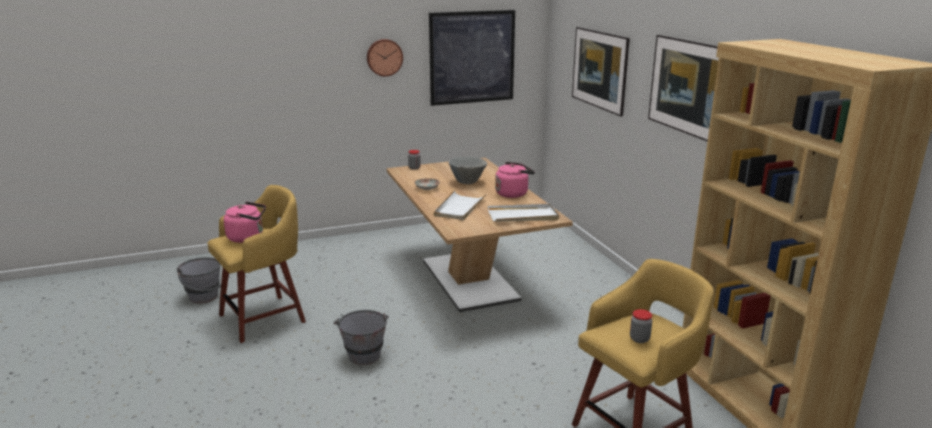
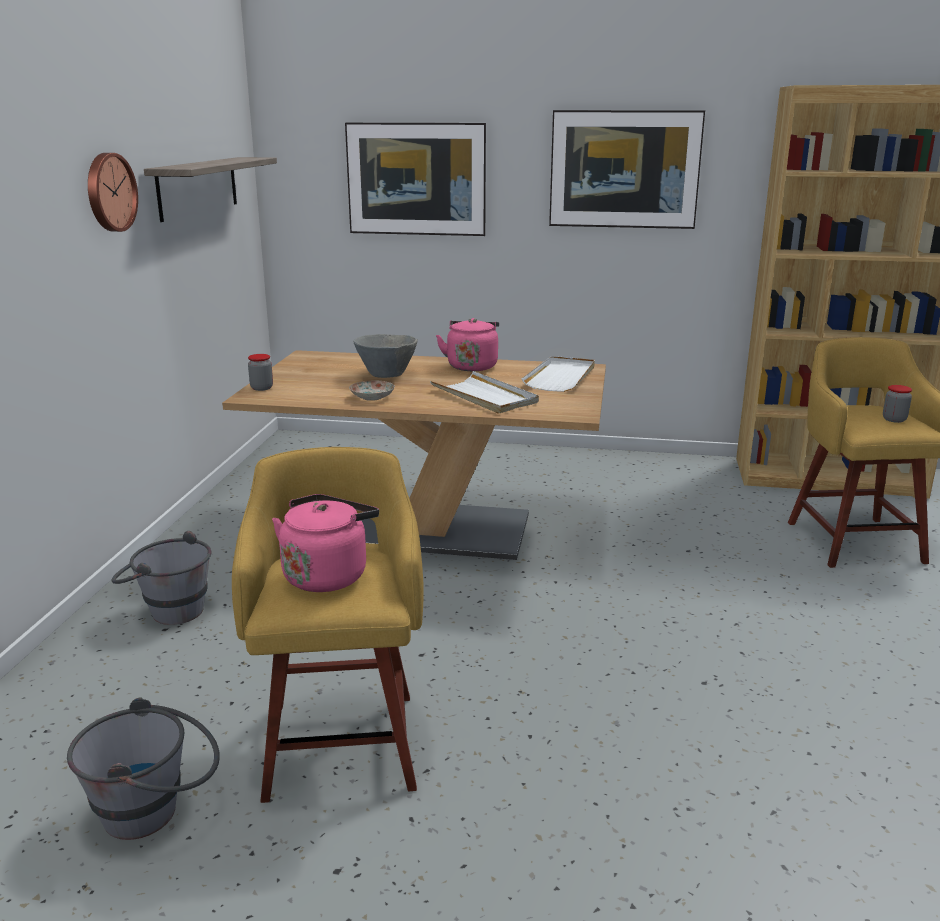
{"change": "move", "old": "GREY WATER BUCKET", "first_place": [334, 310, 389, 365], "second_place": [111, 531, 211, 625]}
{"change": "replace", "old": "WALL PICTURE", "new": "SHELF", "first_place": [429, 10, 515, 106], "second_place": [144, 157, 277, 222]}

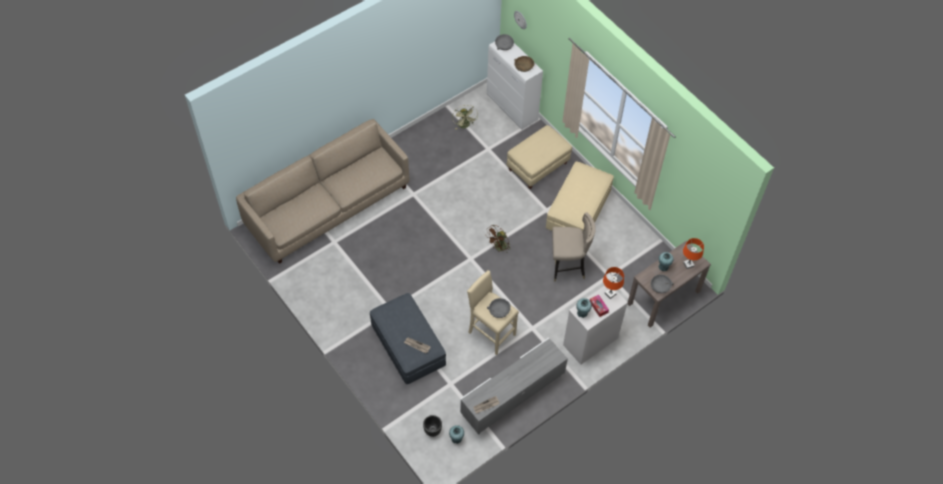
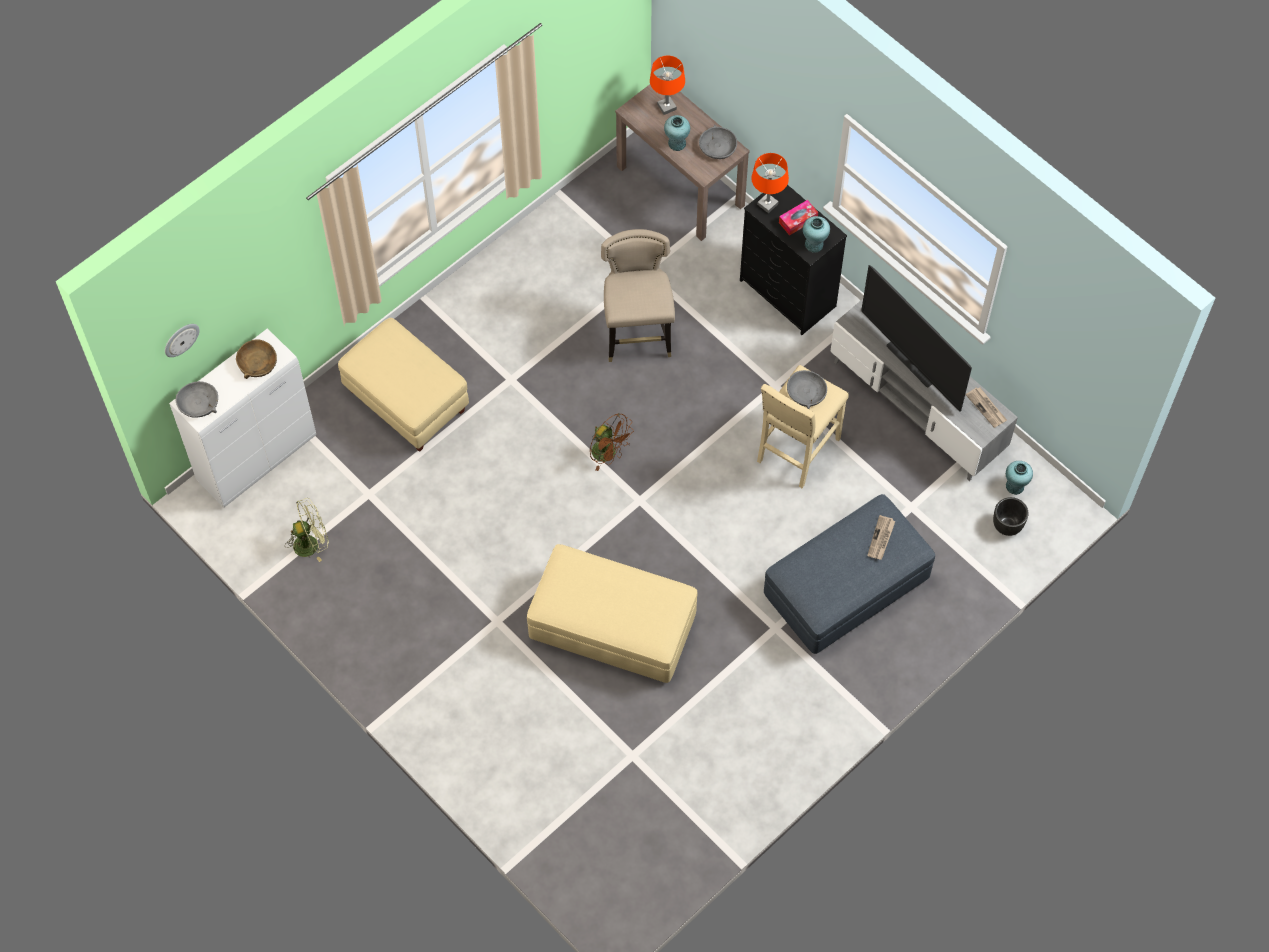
{"change": "delete", "old": "BEIGE-COLOURED SOFA", "first_place": [236, 119, 409, 264]}
{"change": "move", "old": "BEIGE-COLOURED OTTOMAN", "first_place": [546, 162, 614, 231], "second_place": [527, 544, 697, 683]}
{"change": "recolor", "old": "WHITISH DRESSER", "new": "BLACK DRESSER", "first_place": [563, 286, 628, 365], "second_place": [740, 185, 847, 335]}
{"change": "insert", "new": "TV", "second_place": [861, 265, 972, 412]}

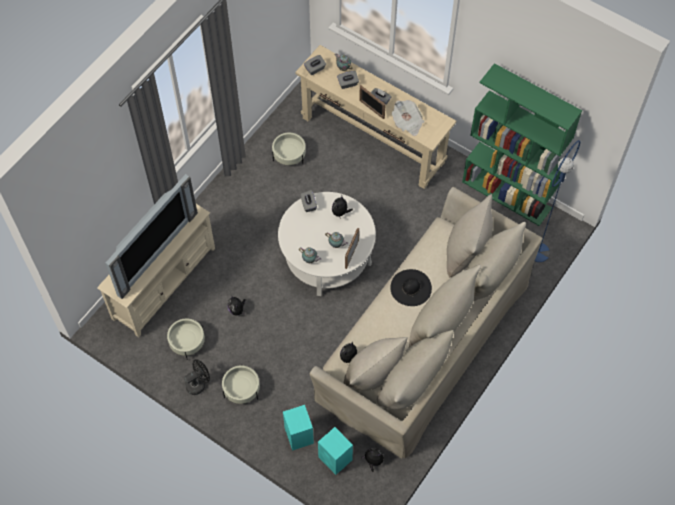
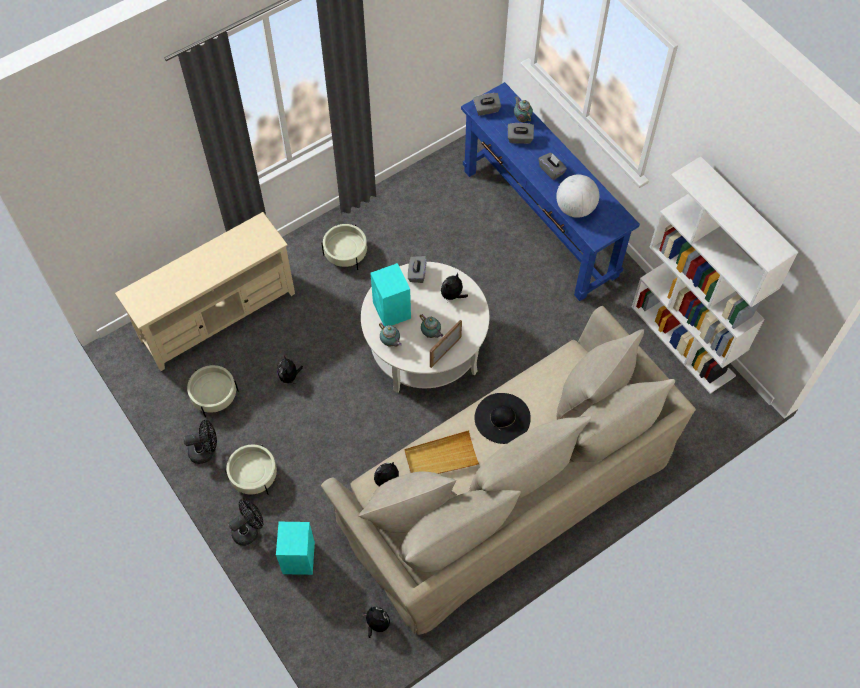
{"change": "delete", "old": "TV", "first_place": [105, 174, 198, 299]}
{"change": "move", "old": "BEIGE-COLOURED PLANTER", "first_place": [272, 132, 306, 165], "second_place": [321, 224, 367, 270]}
{"change": "recolor", "old": "BEIGE-COLOURED NARROW TABLE", "new": "BLUISH NARROW TABLE", "first_place": [296, 45, 456, 189], "second_place": [461, 82, 640, 301]}
{"change": "move", "old": "TURQUOISE LOUDSPEAKER", "first_place": [318, 427, 353, 475], "second_place": [370, 263, 411, 326]}
{"change": "delete", "old": "PHOTO FRAME", "first_place": [359, 85, 386, 119]}
{"change": "replace", "old": "PRINTED PAPER", "new": "DESK GLOBE", "first_place": [392, 100, 424, 136], "second_place": [556, 175, 599, 218]}
{"change": "recolor", "old": "GREEN-COLOURED SHELVING UNIT", "new": "WHITISH SHELVING UNIT", "first_place": [462, 63, 582, 226], "second_place": [631, 157, 798, 394]}
{"change": "delete", "old": "BLUISH STANDARD LAMP", "first_place": [535, 140, 580, 262]}
{"change": "insert", "new": "BLACK ELECTRIC FAN", "second_place": [229, 498, 263, 546]}
{"change": "insert", "new": "BEIGE-COLOURED CARRYING TRAY", "second_place": [404, 430, 479, 474]}

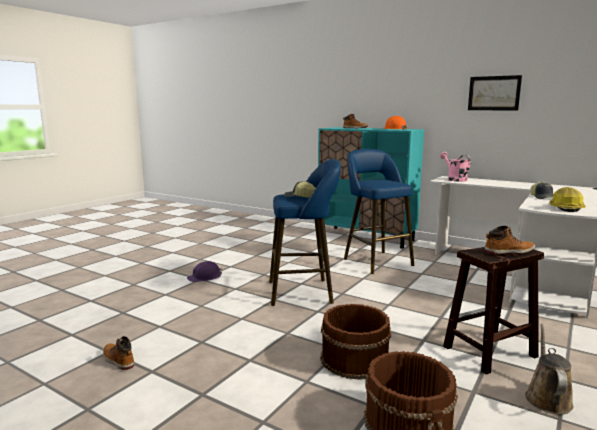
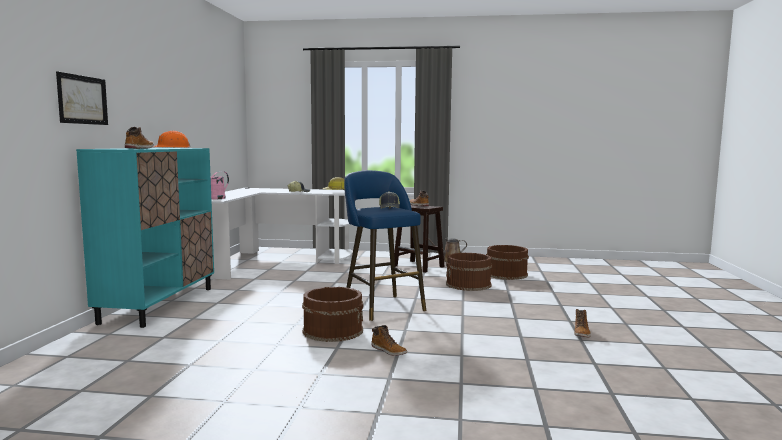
{"change": "replace", "old": "PURPLE-COLOURED WORK HELMET", "new": "HIGH-TOP BOOT", "first_place": [187, 261, 222, 282], "second_place": [371, 325, 407, 356]}
{"change": "delete", "old": "BLUISH STOOL", "first_place": [344, 149, 414, 274]}
{"change": "move", "old": "WALL PICTURE", "first_place": [468, 75, 522, 110], "second_place": [56, 72, 108, 125]}
{"change": "insert", "new": "BROWN WATER BUCKET", "second_place": [302, 287, 363, 342]}

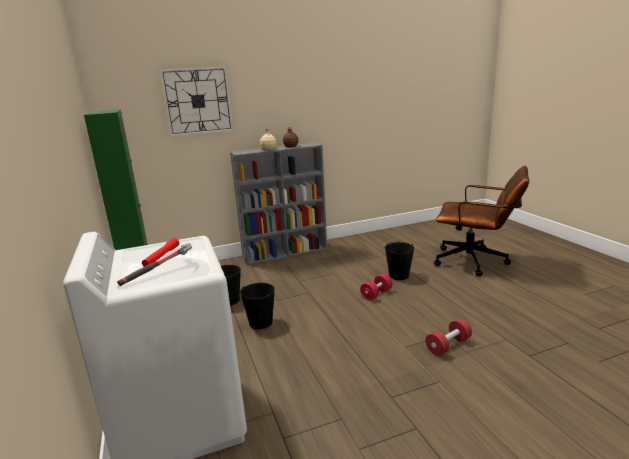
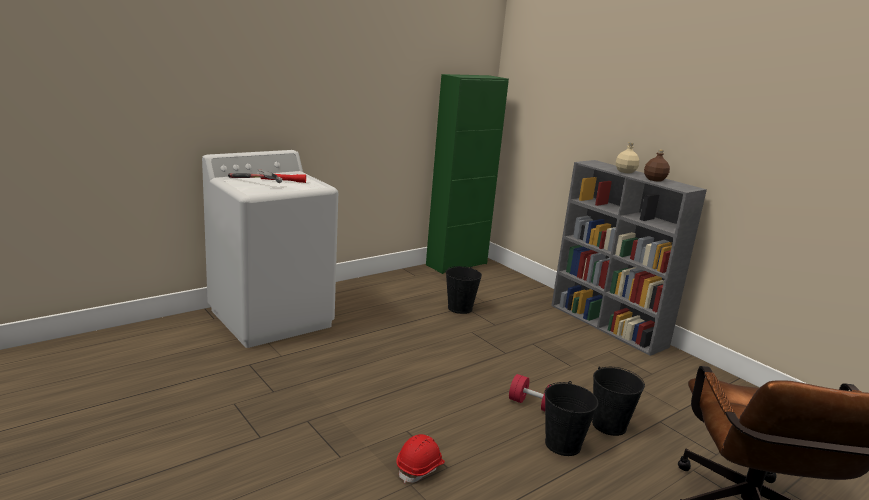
{"change": "delete", "old": "HANGING CLOCK", "first_place": [159, 66, 234, 137]}
{"change": "move", "old": "BLACK WATER BUCKET", "first_place": [240, 283, 275, 329], "second_place": [544, 381, 598, 456]}
{"change": "replace", "old": "RED HAND WEIGHT", "new": "RED WORK HELMET", "first_place": [426, 318, 472, 356], "second_place": [396, 434, 445, 483]}

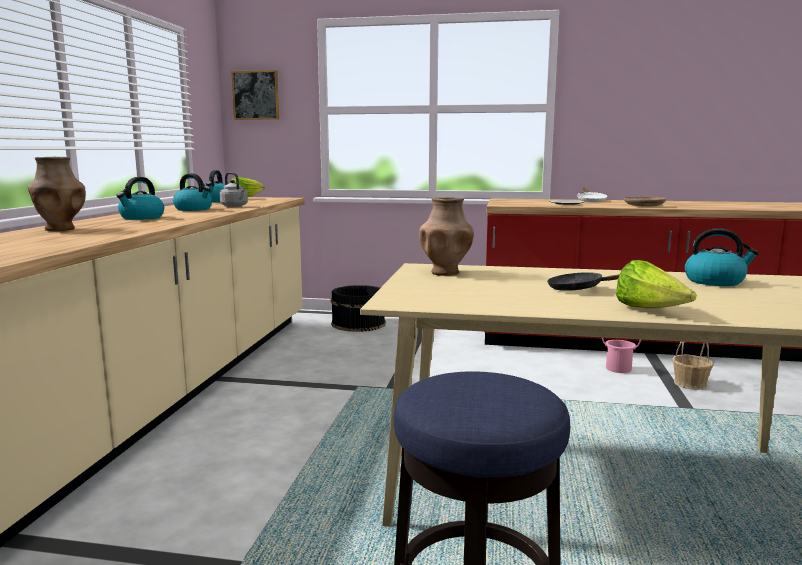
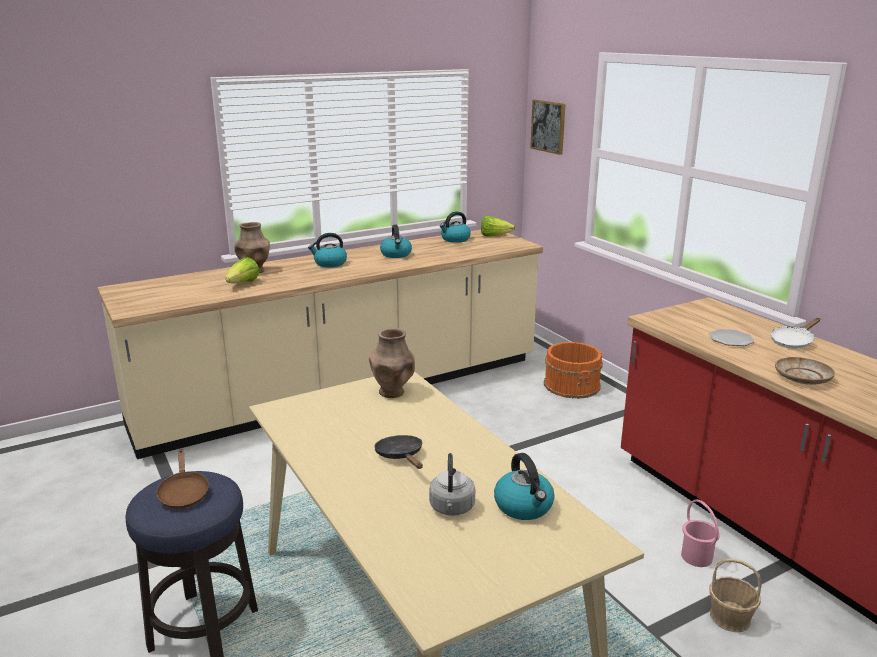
{"change": "move", "old": "GREY TEA KETTLE", "first_place": [219, 172, 248, 207], "second_place": [429, 453, 475, 516]}
{"change": "recolor", "old": "BLACK WATER BUCKET", "new": "ORANGE WATER BUCKET", "first_place": [331, 285, 386, 332], "second_place": [544, 342, 603, 399]}
{"change": "move", "old": "LETTUCE", "first_place": [616, 260, 696, 309], "second_place": [226, 257, 260, 283]}
{"change": "insert", "new": "BROWN FRYING PAN", "second_place": [156, 449, 210, 509]}

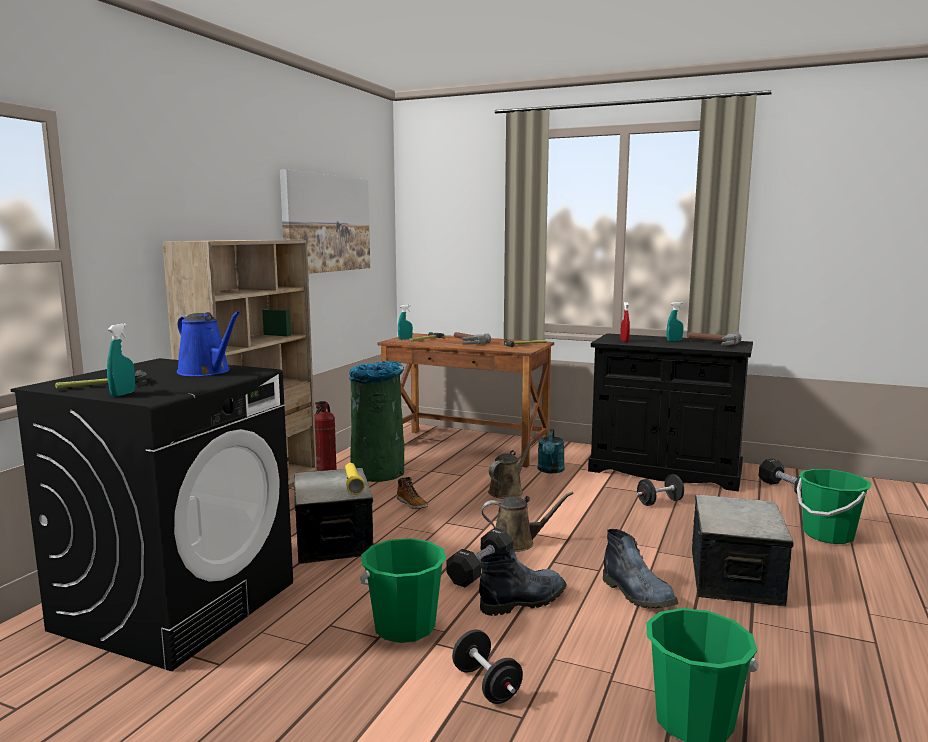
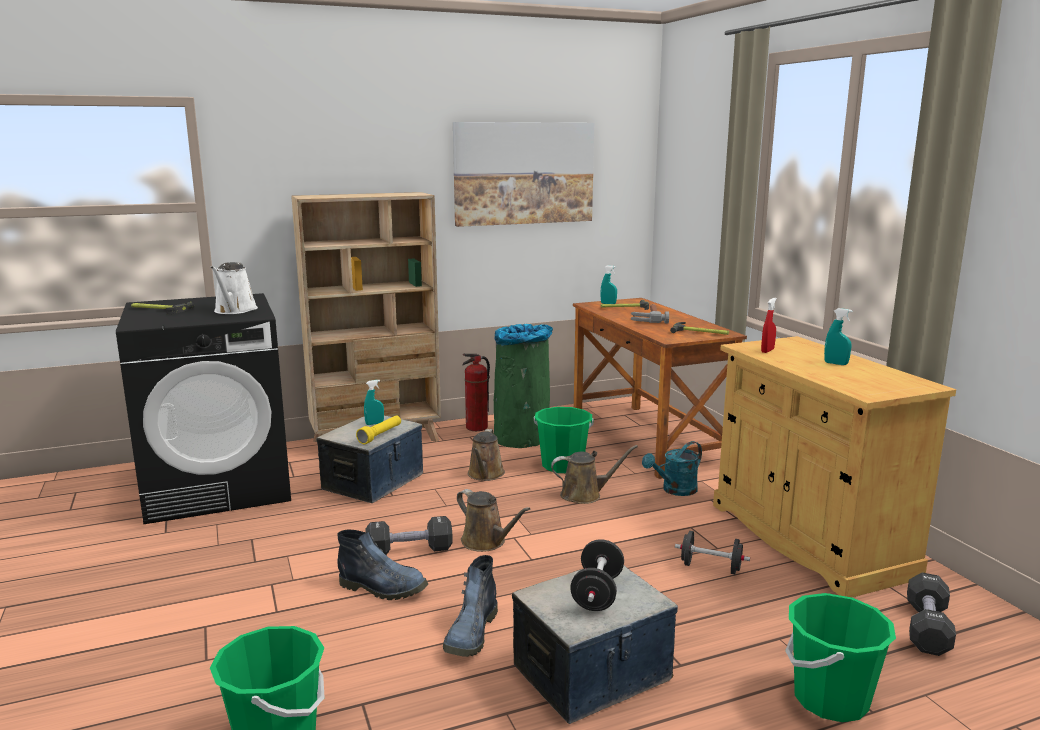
{"change": "move", "old": "TURQUOISE HAND SPRAYER", "first_place": [107, 323, 135, 397], "second_place": [364, 380, 384, 425]}
{"change": "recolor", "old": "BLUISH WATERING CAN", "new": "WHITISH WATERING CAN", "first_place": [177, 311, 240, 376], "second_place": [211, 262, 258, 314]}
{"change": "move", "old": "GREEN-COLOURED WATER BUCKET", "first_place": [360, 538, 446, 643], "second_place": [534, 407, 594, 473]}
{"change": "replace", "old": "HIGH-TOP BOOT", "new": "BROWN WATERING CAN", "first_place": [397, 477, 428, 509], "second_place": [468, 429, 505, 481]}
{"change": "move", "old": "BLACK HAND WEIGHT", "first_place": [452, 630, 523, 704], "second_place": [570, 539, 624, 611]}
{"change": "recolor", "old": "BLACK CUPBOARD", "new": "BEIGE-COLOURED CUPBOARD", "first_place": [588, 333, 753, 492], "second_place": [713, 336, 956, 597]}
{"change": "delete", "old": "HAMMER", "first_place": [688, 332, 742, 346]}

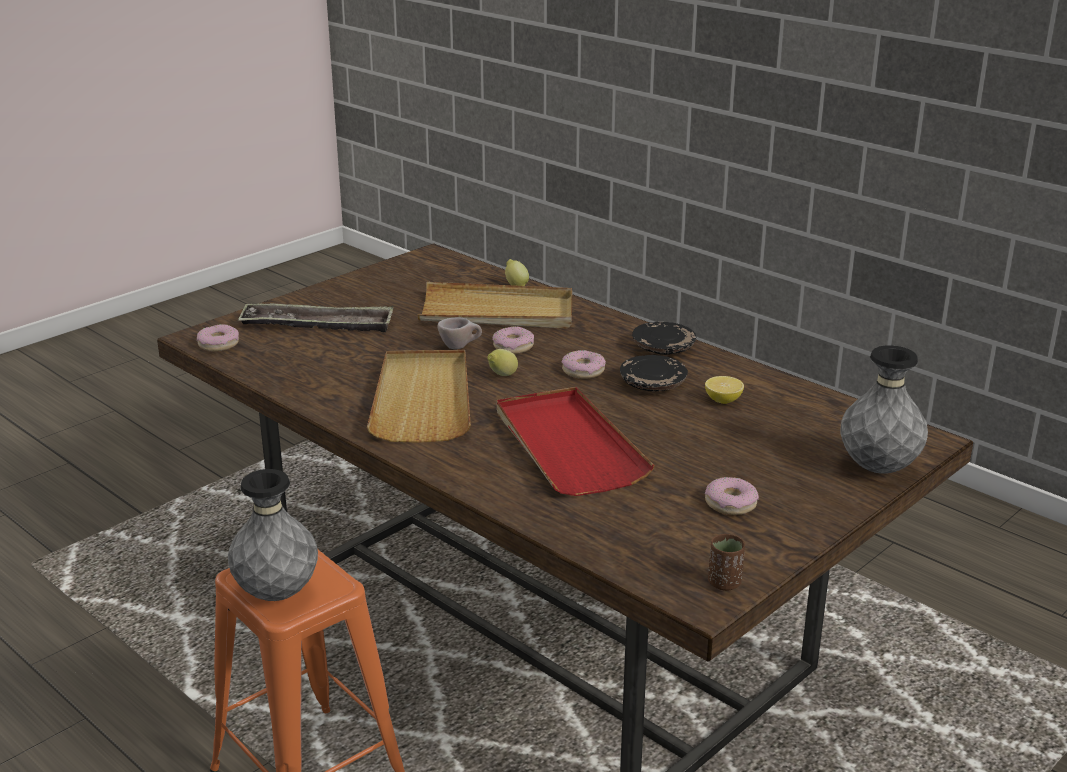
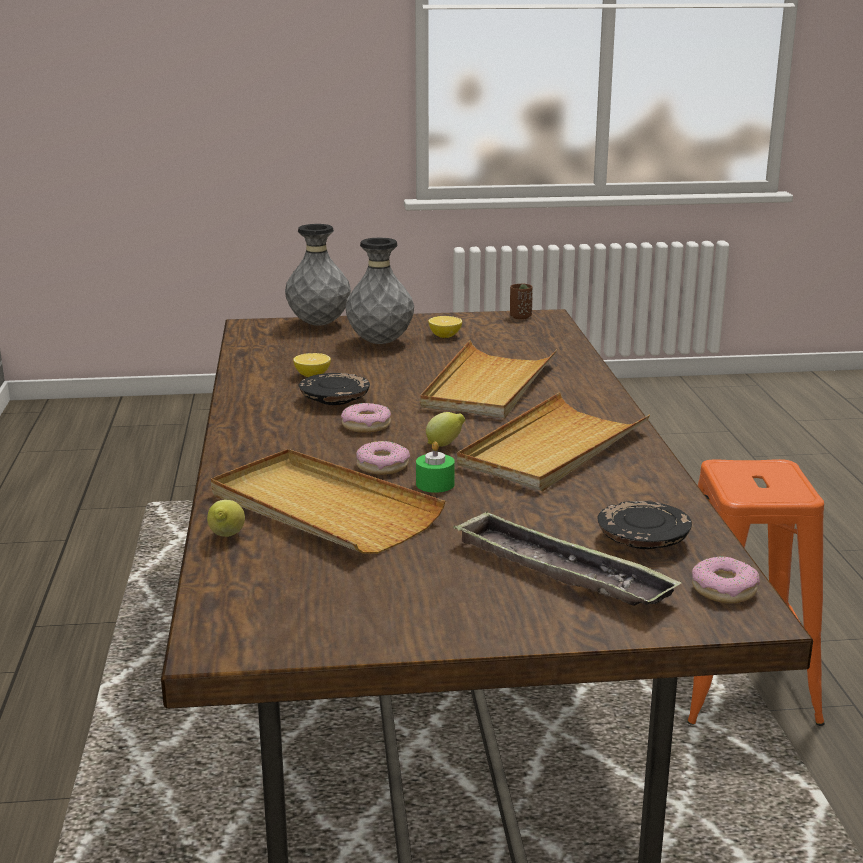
{"change": "move", "old": "GREY DECORATIVE VASE", "first_place": [228, 469, 318, 601], "second_place": [345, 238, 414, 344]}
{"change": "replace", "old": "BEIGE-COLOURED DRINKING CUP", "new": "GREEN-COLOURED WAX CANDLE", "first_place": [437, 317, 482, 349], "second_place": [416, 441, 455, 493]}
{"change": "recolor", "old": "RED CARRYING TRAY", "new": "BEIGE-COLOURED CARRYING TRAY", "first_place": [497, 387, 655, 496], "second_place": [420, 340, 557, 418]}
{"change": "move", "old": "BLACK PLATE", "first_place": [632, 322, 696, 355], "second_place": [597, 501, 692, 549]}
{"change": "replace", "old": "DOUGHNUT", "new": "LEMON", "first_place": [705, 477, 759, 515], "second_place": [428, 316, 462, 338]}

